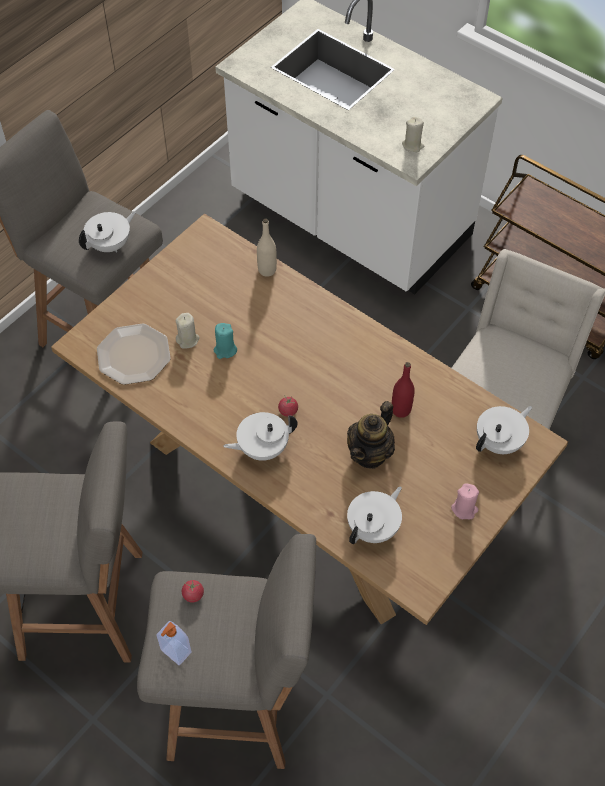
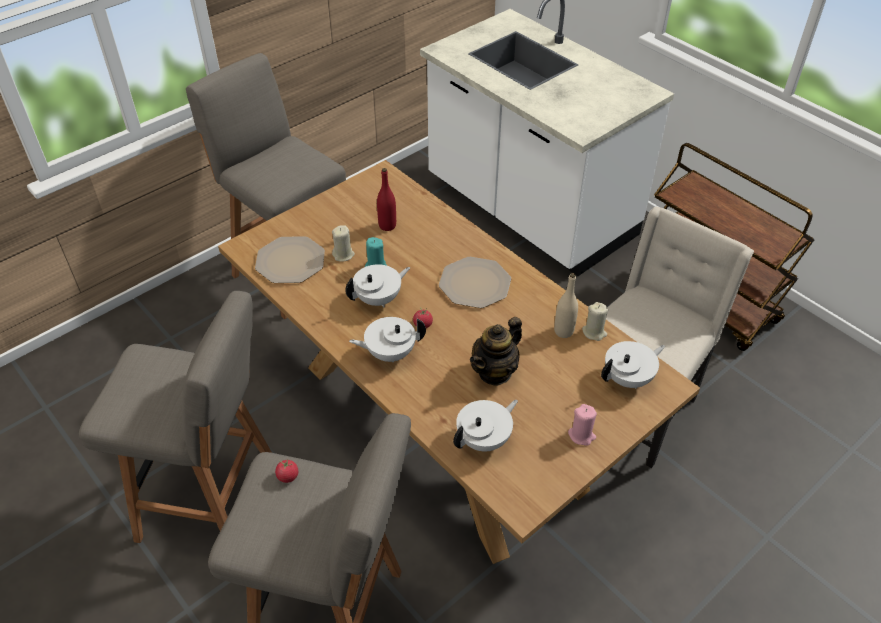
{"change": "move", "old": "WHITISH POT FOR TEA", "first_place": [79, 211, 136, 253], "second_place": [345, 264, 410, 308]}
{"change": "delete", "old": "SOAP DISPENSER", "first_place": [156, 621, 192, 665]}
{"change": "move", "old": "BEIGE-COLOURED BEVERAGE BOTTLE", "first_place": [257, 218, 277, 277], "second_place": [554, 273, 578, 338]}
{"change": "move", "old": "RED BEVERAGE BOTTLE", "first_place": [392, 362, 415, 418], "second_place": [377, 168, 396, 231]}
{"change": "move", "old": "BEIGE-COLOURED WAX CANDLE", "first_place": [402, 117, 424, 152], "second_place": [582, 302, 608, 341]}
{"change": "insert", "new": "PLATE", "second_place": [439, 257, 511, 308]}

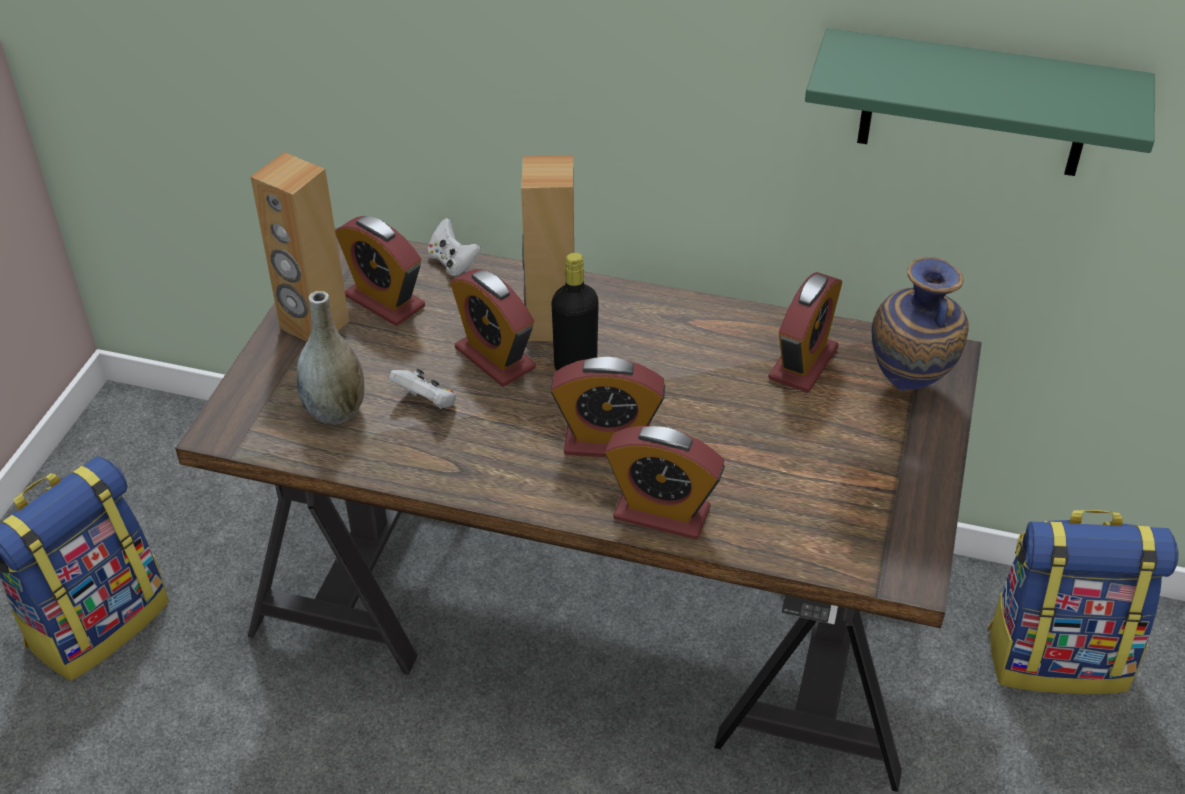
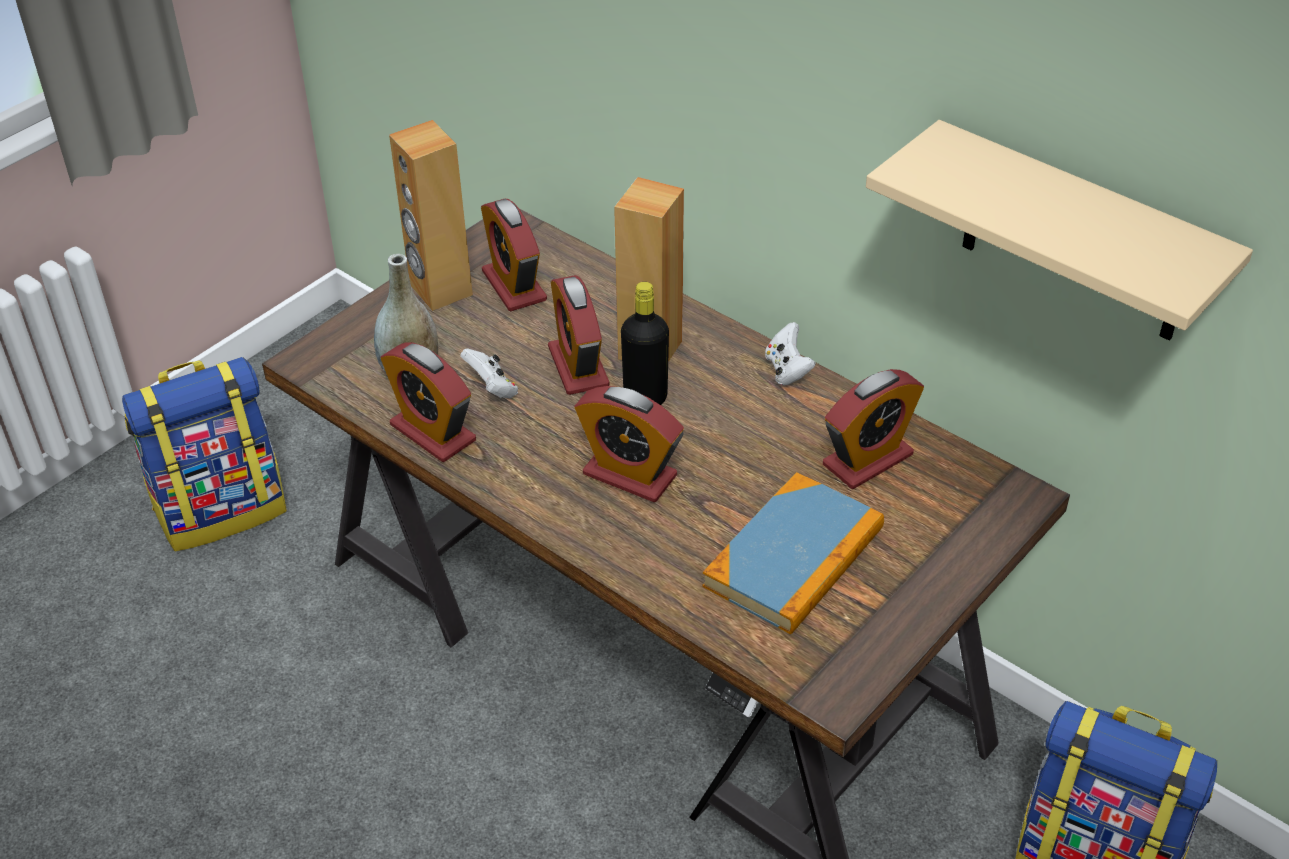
{"change": "move", "old": "WHITISH GAMEPAD", "first_place": [427, 218, 481, 276], "second_place": [765, 322, 816, 385]}
{"change": "move", "old": "TABLE CLOCK", "first_place": [605, 426, 725, 540], "second_place": [381, 342, 476, 462]}
{"change": "recolor", "old": "GREEN-COLOURED SHELF", "new": "BEIGE-COLOURED SHELF", "first_place": [805, 28, 1155, 176], "second_place": [866, 120, 1253, 341]}
{"change": "delete", "old": "DECORATIVE VASE", "first_place": [872, 257, 969, 391]}
{"change": "insert", "new": "BOOK", "second_place": [702, 472, 884, 635]}

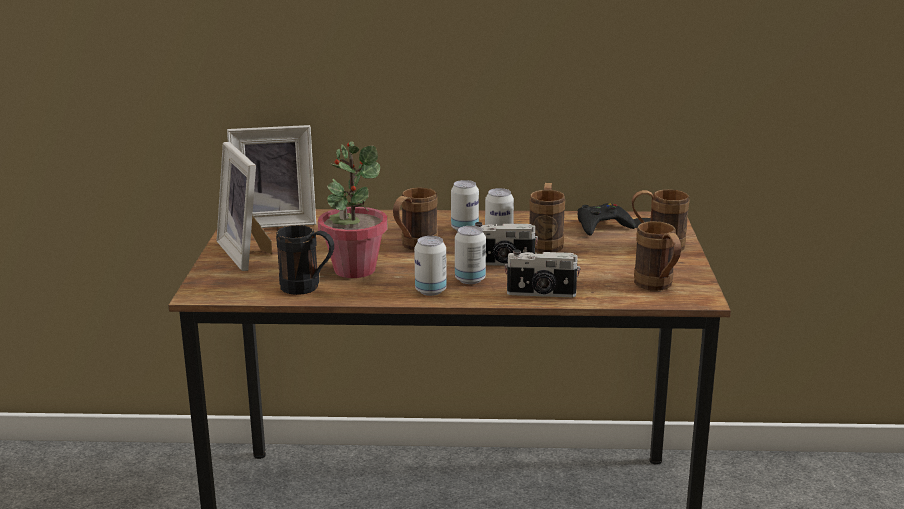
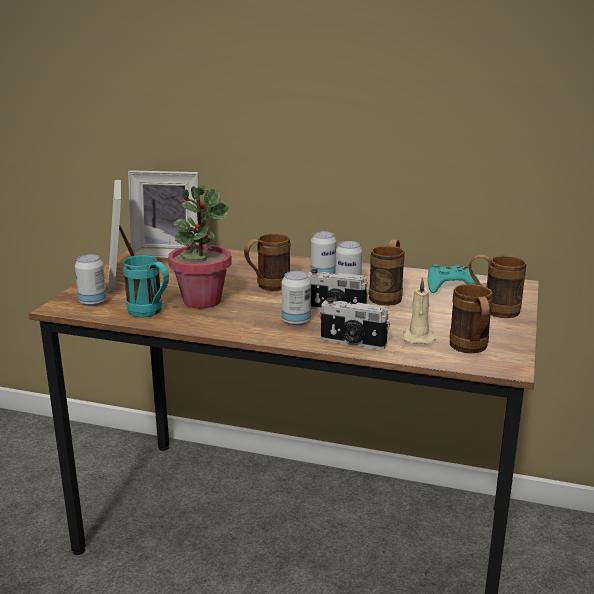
{"change": "recolor", "old": "BLACK TEA MUG", "new": "TURQUOISE TEA MUG", "first_place": [276, 225, 334, 295], "second_place": [123, 255, 169, 317]}
{"change": "move", "old": "METAL CAN", "first_place": [414, 236, 447, 296], "second_place": [75, 254, 107, 306]}
{"change": "recolor", "old": "BLACK GAMEPAD", "new": "TURQUOISE GAMEPAD", "first_place": [578, 203, 636, 236], "second_place": [428, 264, 480, 293]}
{"change": "insert", "new": "BEIGE-COLOURED WAX CANDLE", "second_place": [403, 278, 436, 344]}

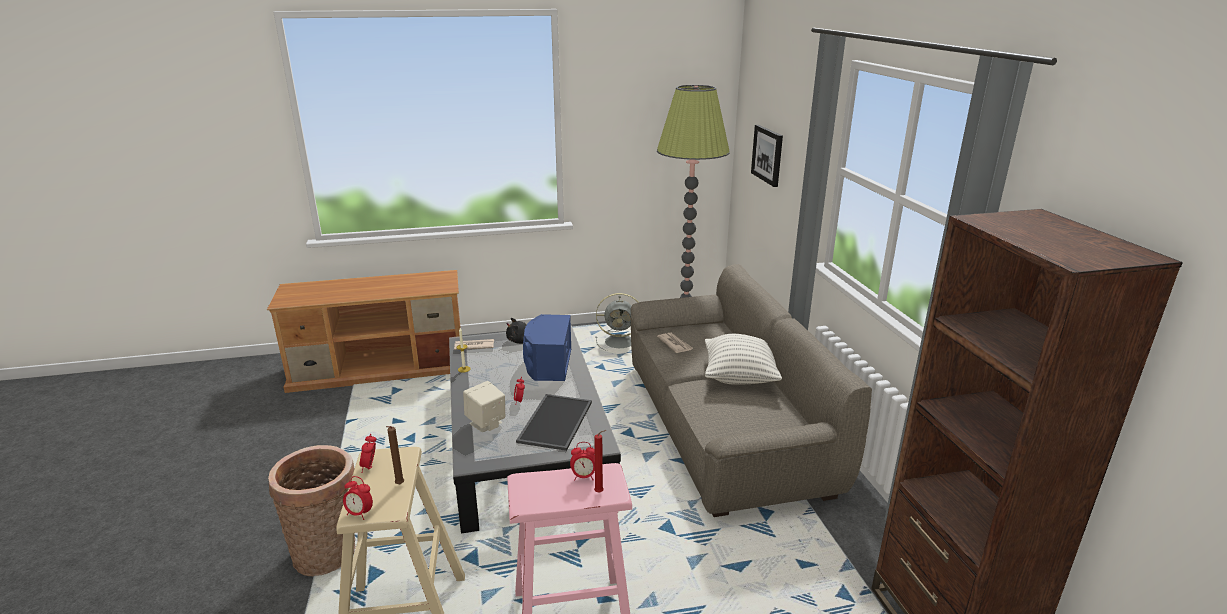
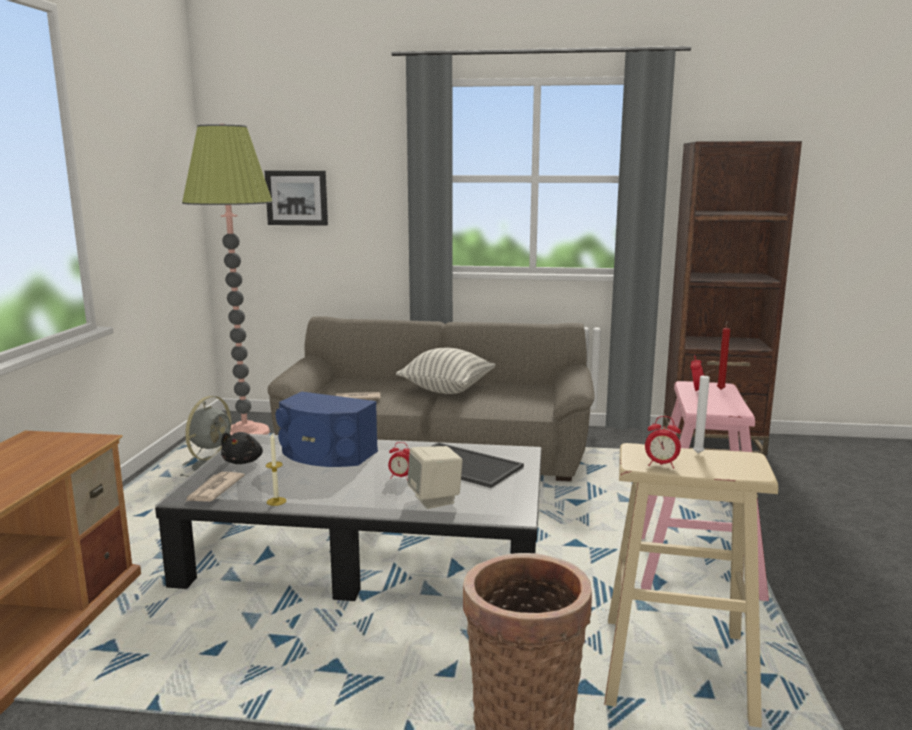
{"change": "delete", "old": "TABLE CLOCK", "first_place": [343, 476, 373, 520]}
{"change": "recolor", "old": "BROWN WAX CANDLE", "new": "WHITISH WAX CANDLE", "first_place": [386, 426, 404, 484], "second_place": [693, 369, 715, 453]}

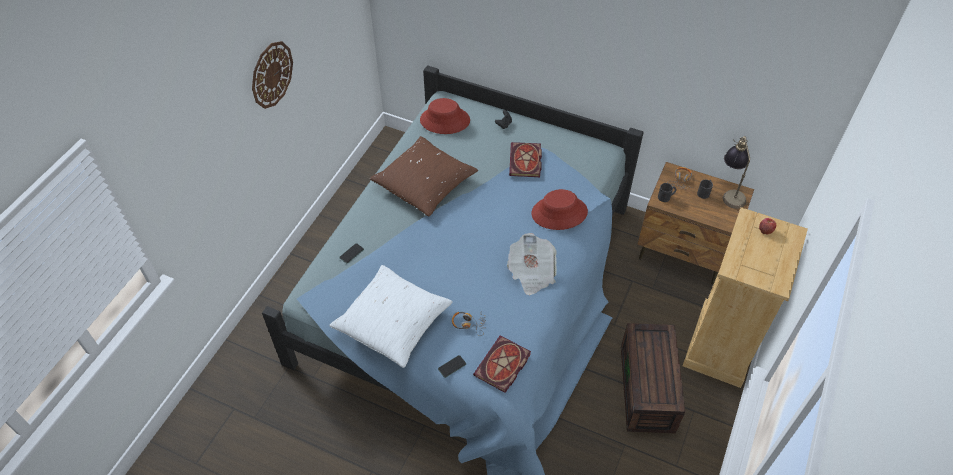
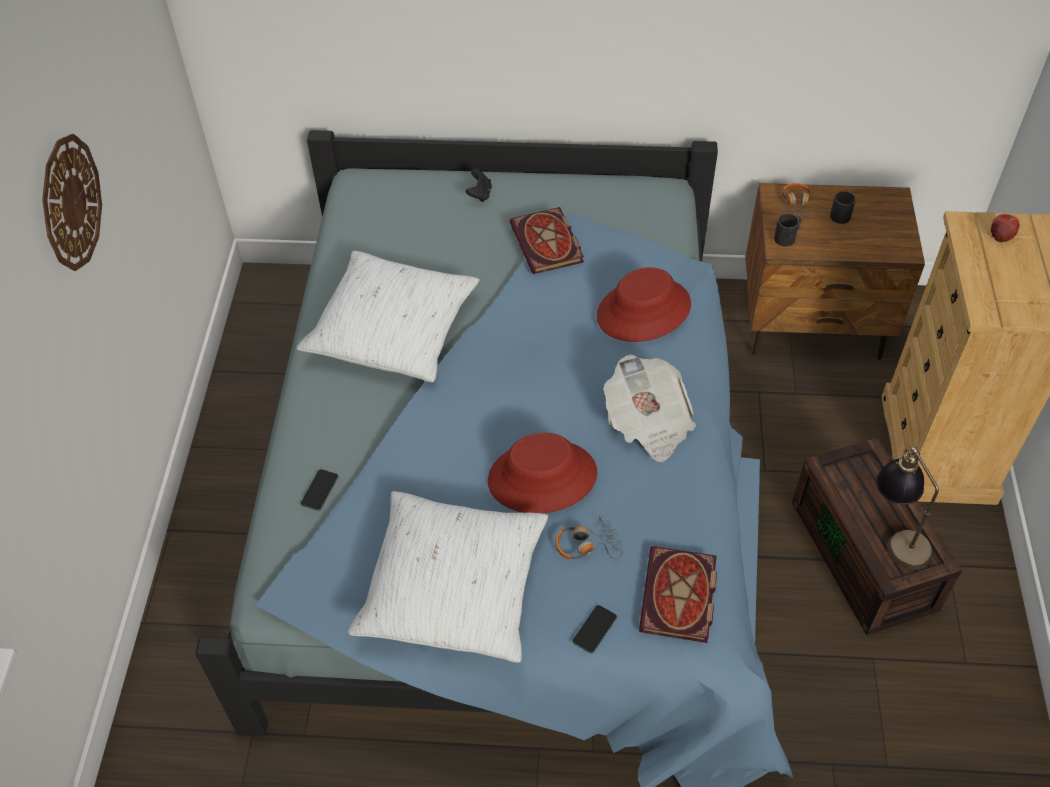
{"change": "recolor", "old": "BROWN CUSHION", "new": "WHITISH CUSHION", "first_place": [370, 136, 478, 216], "second_place": [297, 251, 480, 382]}
{"change": "move", "old": "RED CLOTHING HAT", "first_place": [420, 98, 470, 134], "second_place": [488, 433, 597, 513]}
{"change": "move", "old": "TABLETOP LAMP", "first_place": [723, 136, 750, 209], "second_place": [876, 447, 939, 570]}

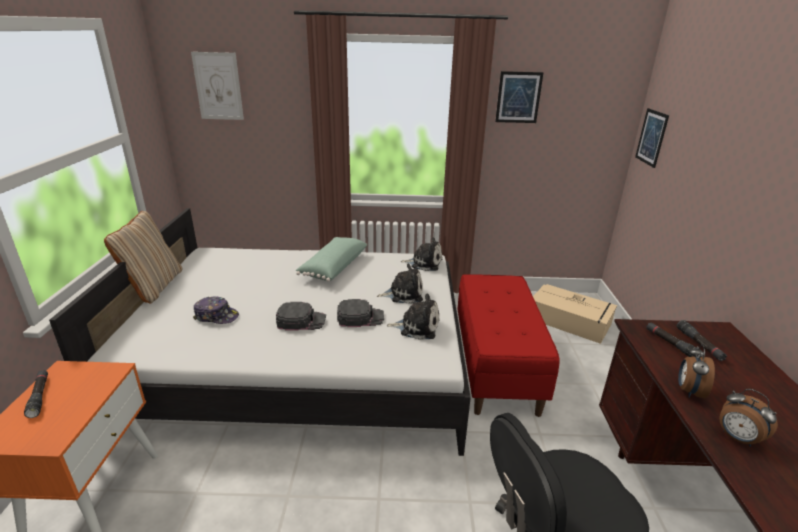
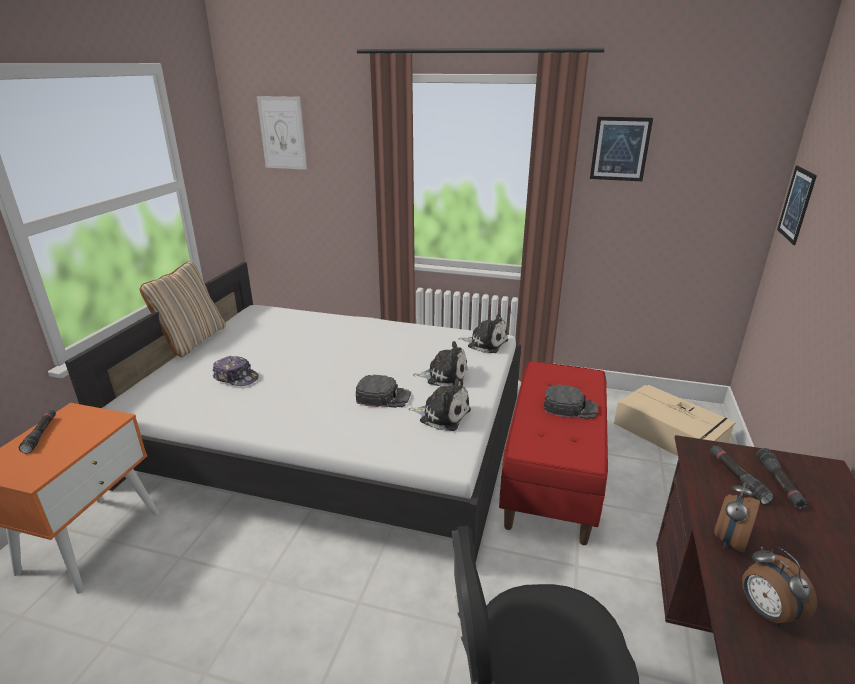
{"change": "move", "old": "BLACK BASEBALL CAP", "first_place": [276, 302, 326, 331], "second_place": [544, 385, 598, 419]}
{"change": "delete", "old": "GREEN-COLOURED CUSHION", "first_place": [296, 237, 367, 282]}

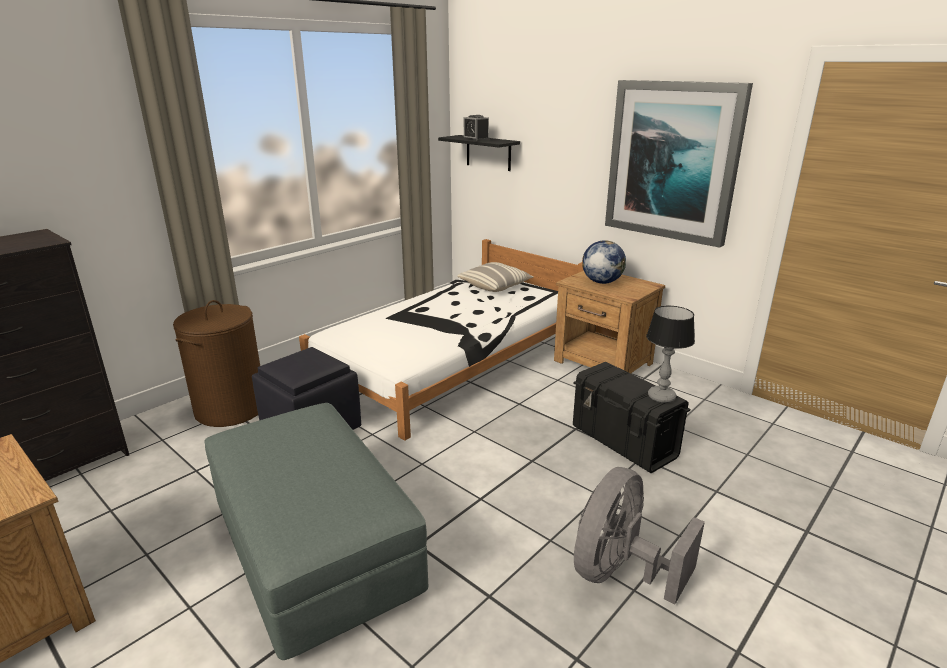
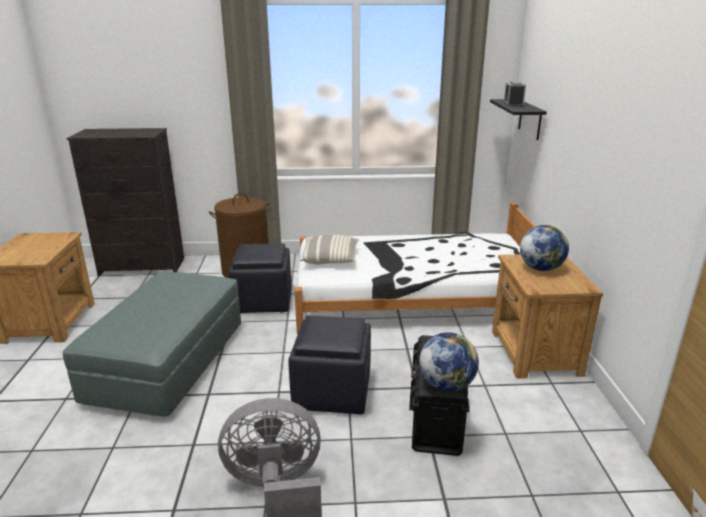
{"change": "move", "old": "CUSHION", "first_place": [457, 262, 534, 292], "second_place": [300, 235, 360, 264]}
{"change": "delete", "old": "WALL PICTURE", "first_place": [605, 80, 753, 248]}
{"change": "replace", "old": "TABLETOP LAMP", "new": "DESK GLOBE", "first_place": [646, 306, 695, 403], "second_place": [419, 332, 479, 391]}
{"change": "insert", "new": "BLACK OTTOMAN", "second_place": [288, 315, 371, 414]}

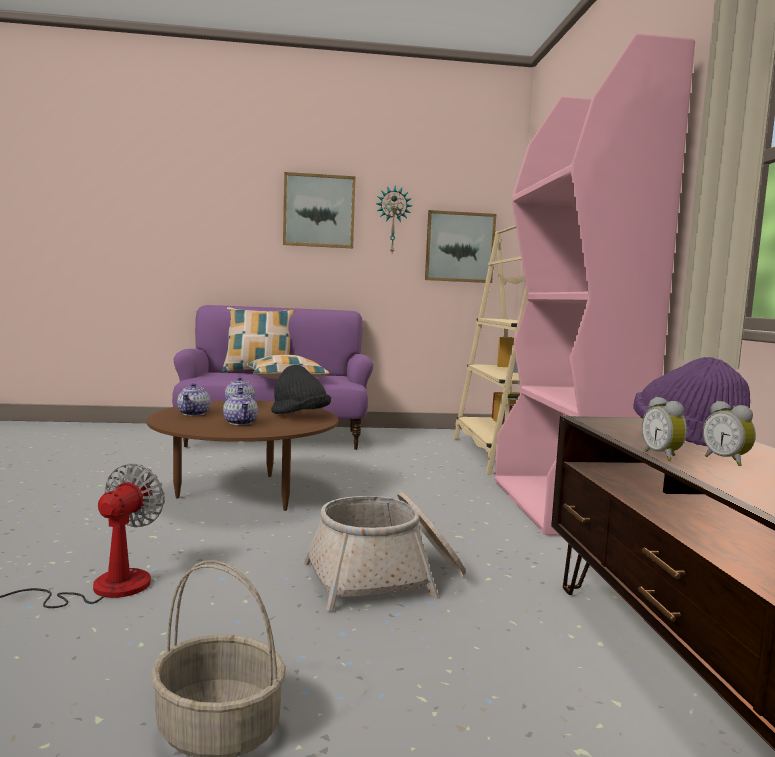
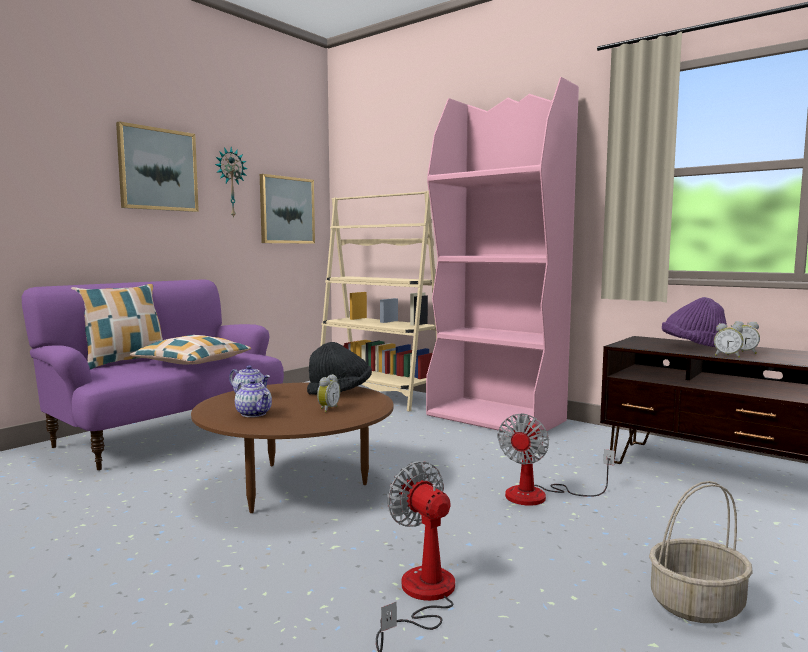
{"change": "replace", "old": "POT FOR TEA", "new": "TABLE CLOCK", "first_place": [223, 390, 258, 425], "second_place": [317, 374, 340, 412]}
{"change": "replace", "old": "BASKET", "new": "ELECTRIC FAN", "first_place": [303, 492, 466, 611], "second_place": [498, 413, 615, 506]}

